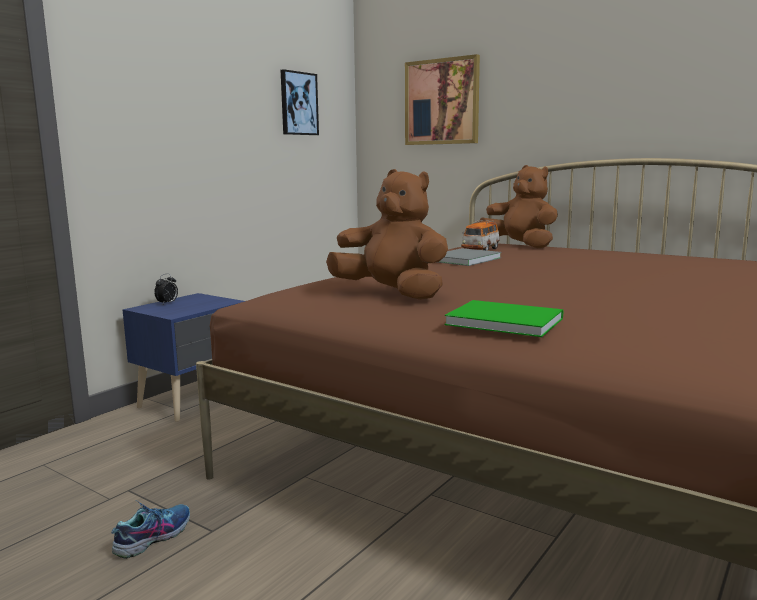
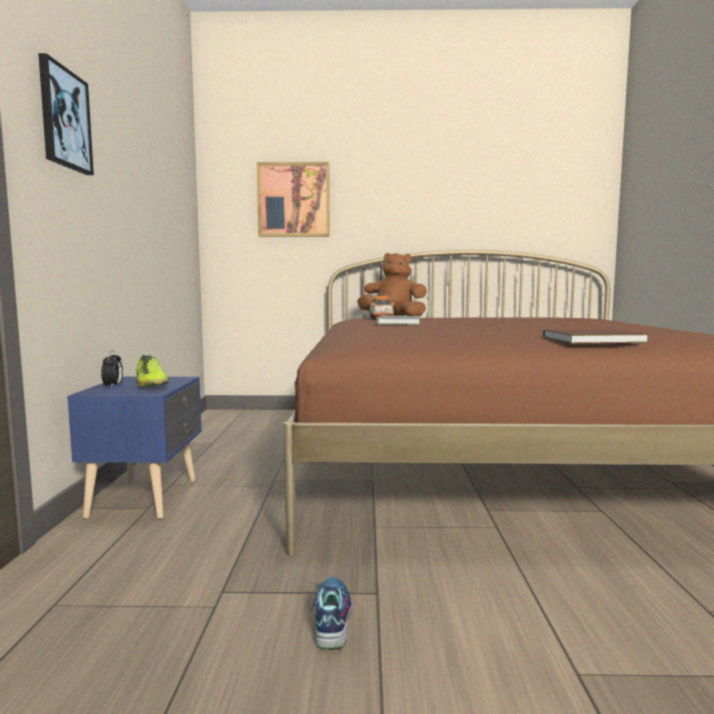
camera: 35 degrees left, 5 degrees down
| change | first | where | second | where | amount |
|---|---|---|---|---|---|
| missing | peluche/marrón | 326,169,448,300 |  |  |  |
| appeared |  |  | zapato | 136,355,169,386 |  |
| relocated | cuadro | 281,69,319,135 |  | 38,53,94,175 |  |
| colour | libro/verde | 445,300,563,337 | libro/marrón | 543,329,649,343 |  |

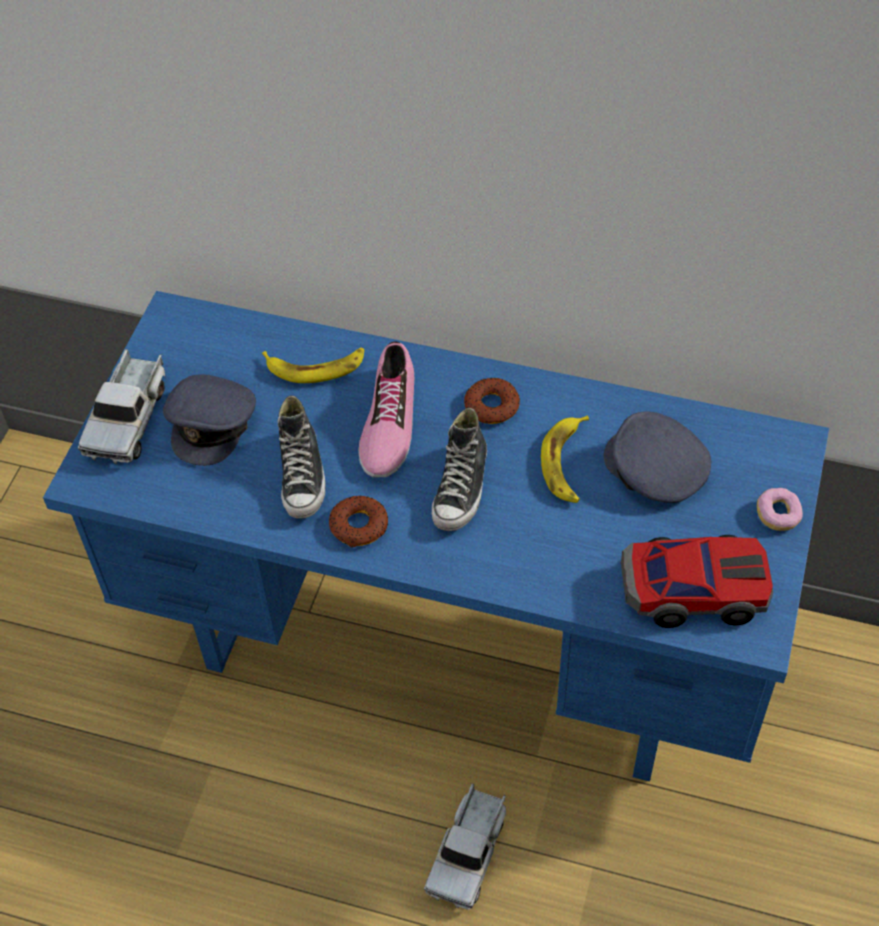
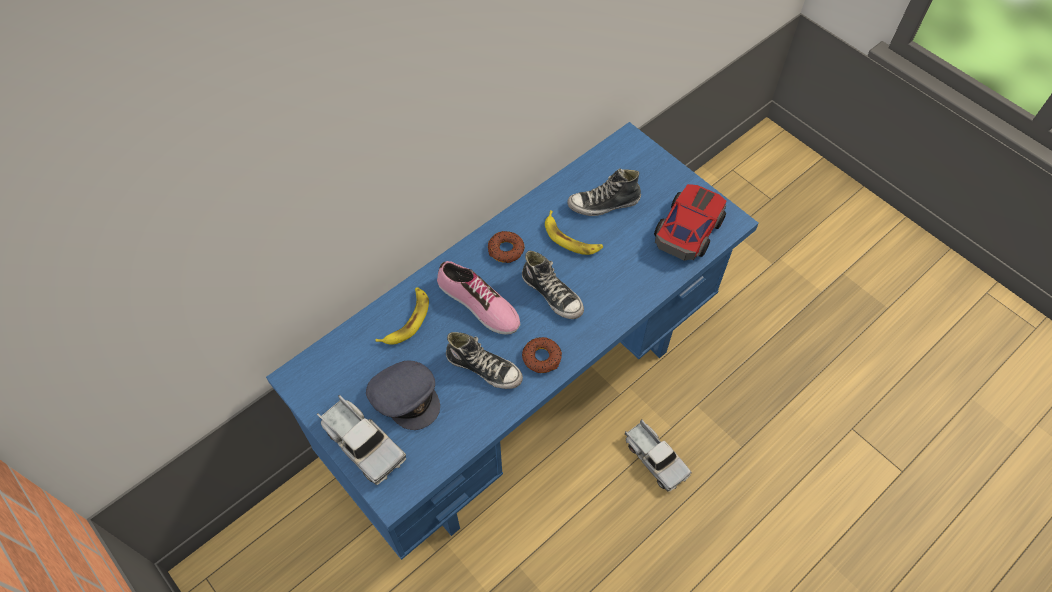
camera: 60 degrees left, 5 degrees up
| change | first | where | second | where | amount |
|---|---|---|---|---|---|
| missing | rosquilla | 757,488,803,531 |  |  |  |
| exchanged | gorra/gris | 604,411,711,503 | zapato | 567,168,641,216 |  |

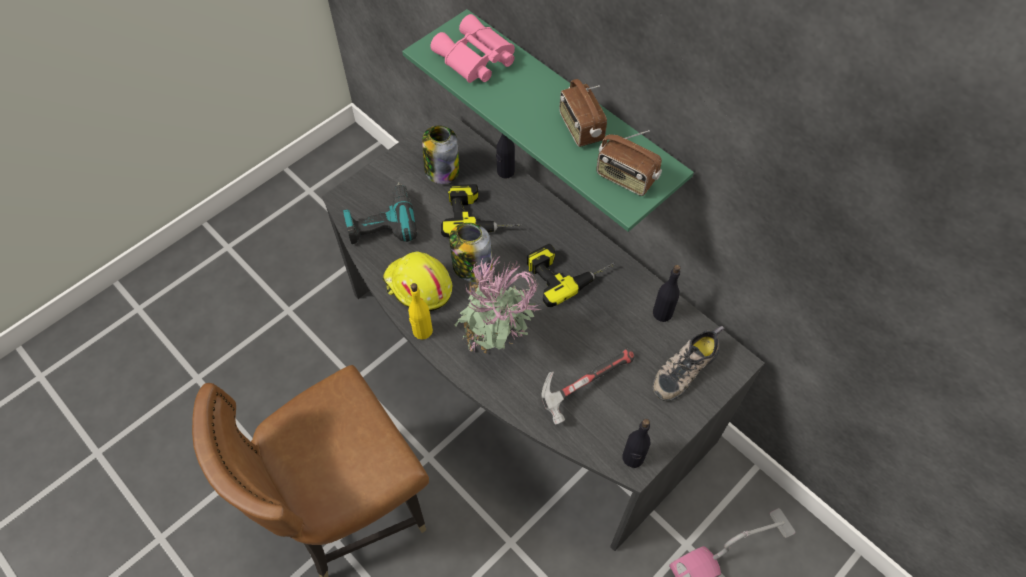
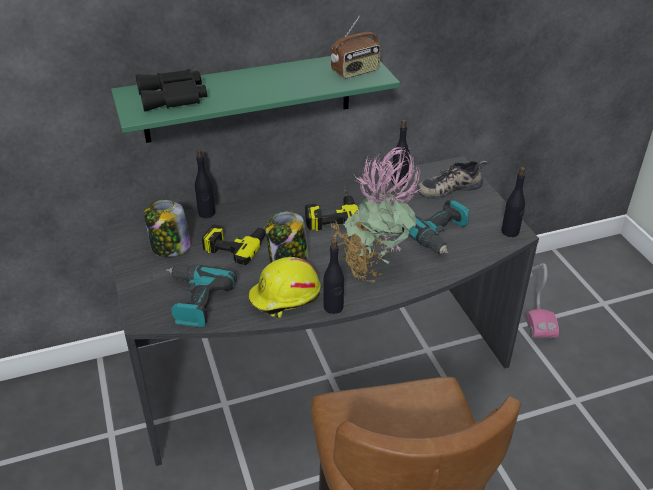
camera: 65 degrees left, 20 degrees down
| change | first | where | second | where | amount |
|---|---|---|---|---|---|
| missing | radio | 559,79,607,147 |  |  |  |
| exchanged | martillo | 541,348,635,425 | taladro | 402,198,469,254 |  |
| colour | botella/amarillo | 408,283,433,339 | botella/negro | 324,239,344,314 |  |
| colour | prismáticos/rosa | 431,14,515,83 | prismáticos/negro | 136,69,207,111 |  |
| spun | zapato | 653,326,725,402 |  | 417,161,487,199 | 90 degrees clockwise |

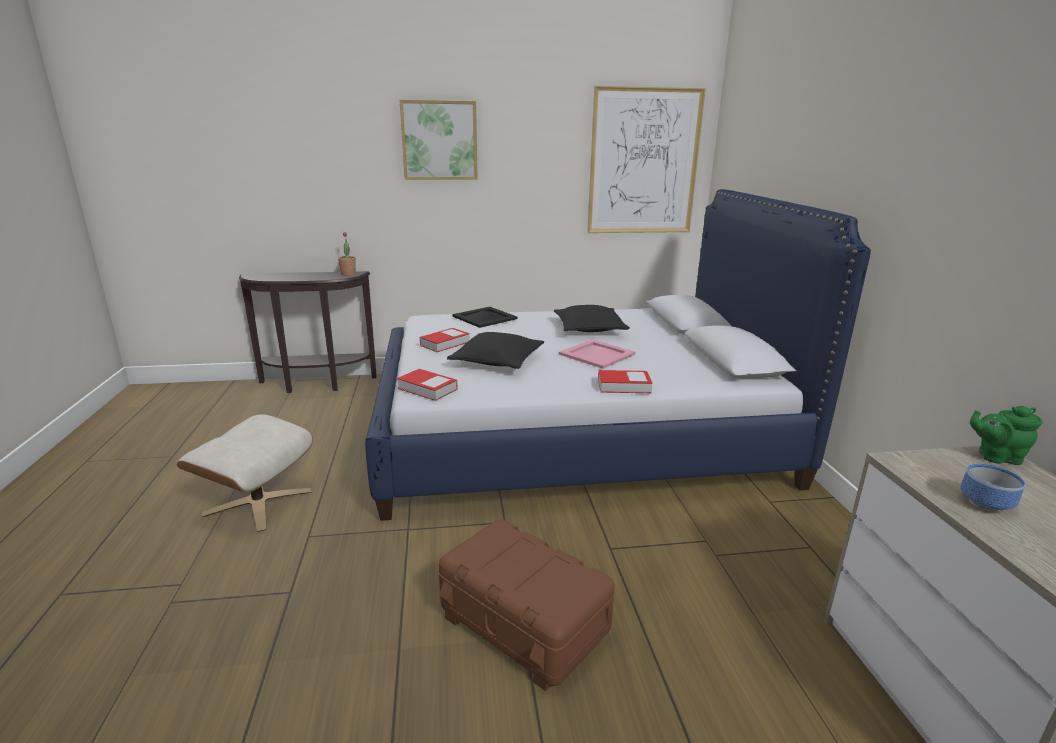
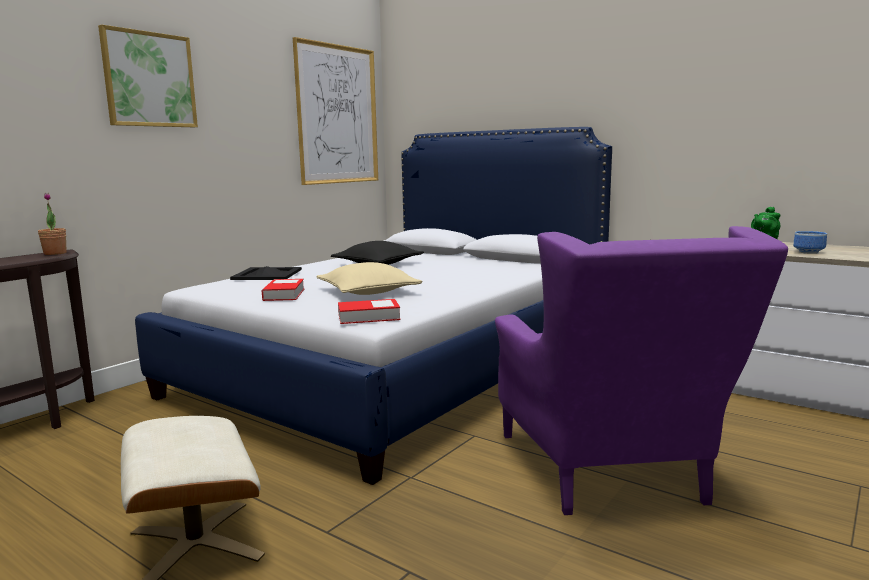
camera: 45 degrees left, 10 degrees down
| change | first | where | second | where | amount |
|---|---|---|---|---|---|
| missing | bandeja/rosa | 559,339,636,369 |  |  |  |
| missing | libro | 598,370,652,393 |  |  |  |
| exchanged | caja de almacenaje/marrón | 439,519,615,691 | sillón/morado | 495,226,788,515 |  |
| colour | cojín/negro | 447,332,544,369 | cojín/beis | 317,262,422,295 |  |

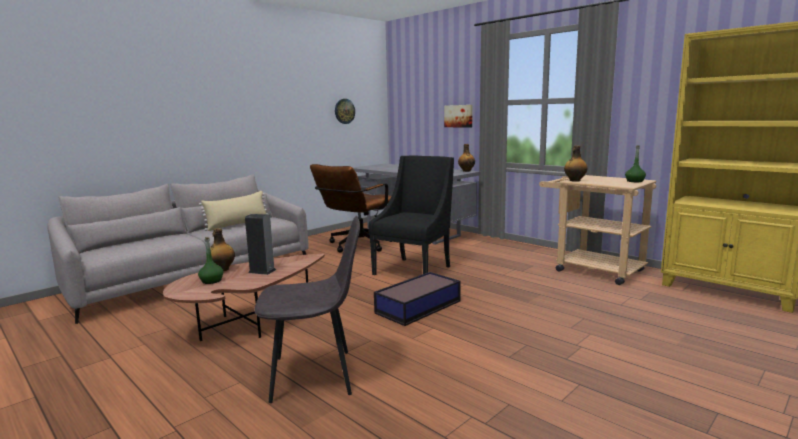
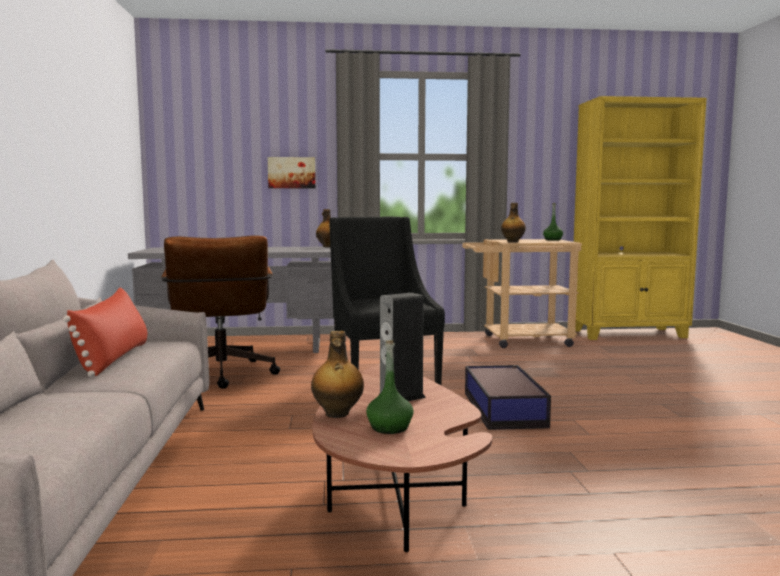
camera: 50 degrees left, 5 degrees down
| change | first | where | second | where | amount |
|---|---|---|---|---|---|
| missing | silla/gris | 254,216,360,403 |  |  |  |
| missing | reloj de pared | 335,99,355,124 |  |  |  |
| colour | cojín/beis | 199,191,268,231 | cojín/rojo | 63,288,147,377 |  |

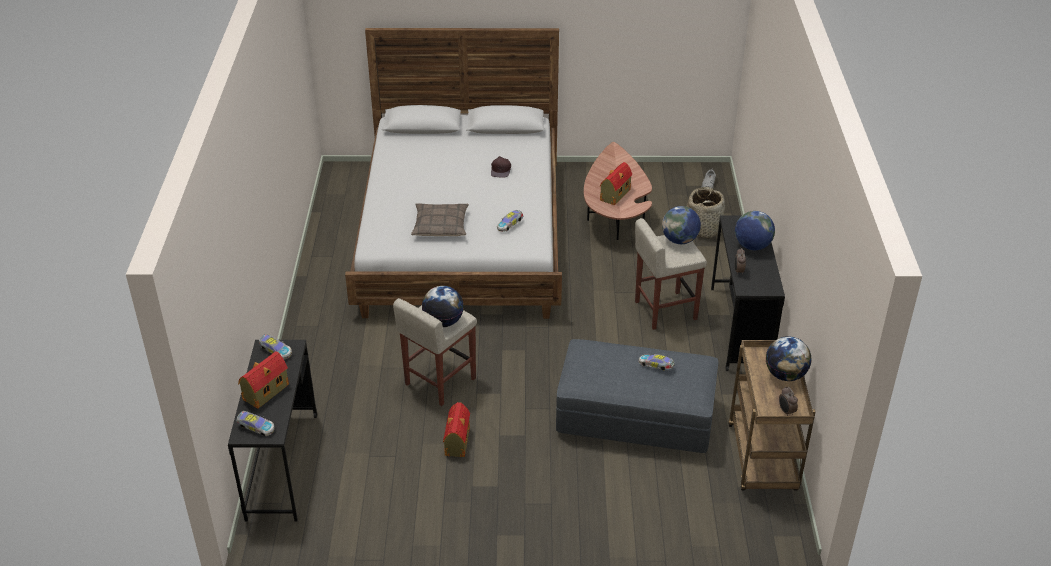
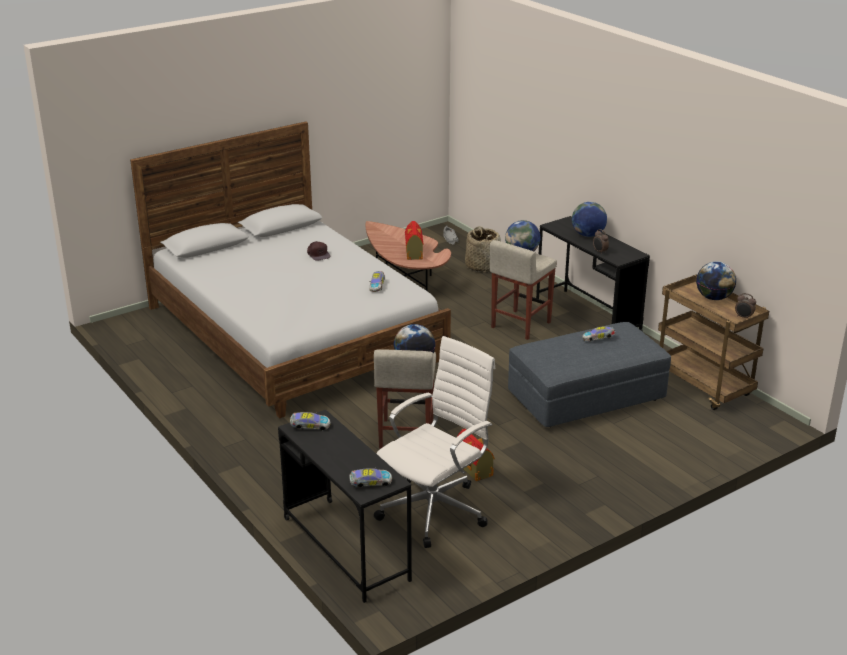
camera: 35 degrees left, 10 degrees down
| change | first | where | second | where | amount |
|---|---|---|---|---|---|
| missing | casita | 238,351,289,409 |  |  |  |
| missing | cojín | 411,203,469,236 |  |  |  |
| appeared |  |  | silla de oficina/blanco | 374,336,495,548 |  |

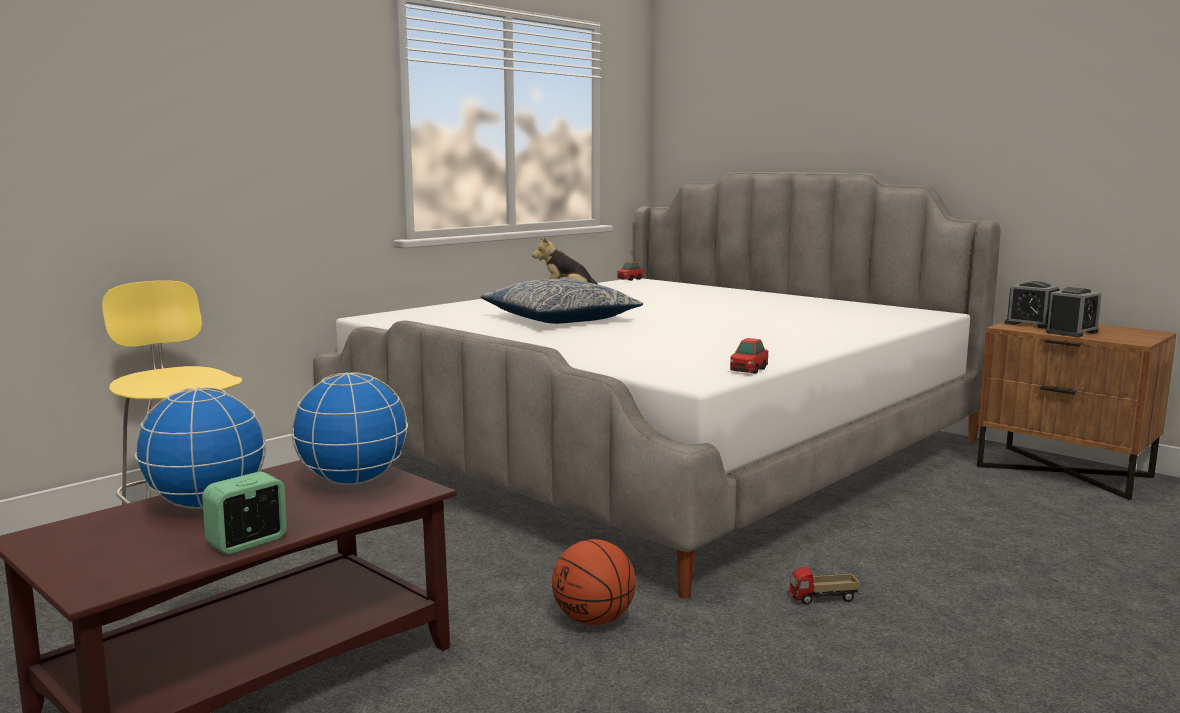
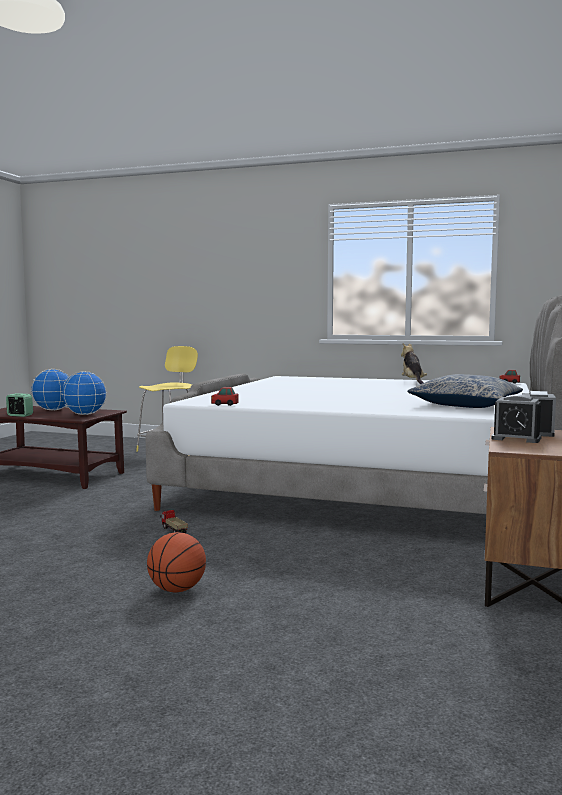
camera: 65 degrees right, 5 degrees down
| change | first | where | second | where | amount |
|---|---|---|---|---|---|
| relocated | cojín | 481,279,643,324 |  | 407,374,523,408 |  |
| relocated | balón de baloncesto | 552,539,636,625 |  | 147,532,206,592 |  |

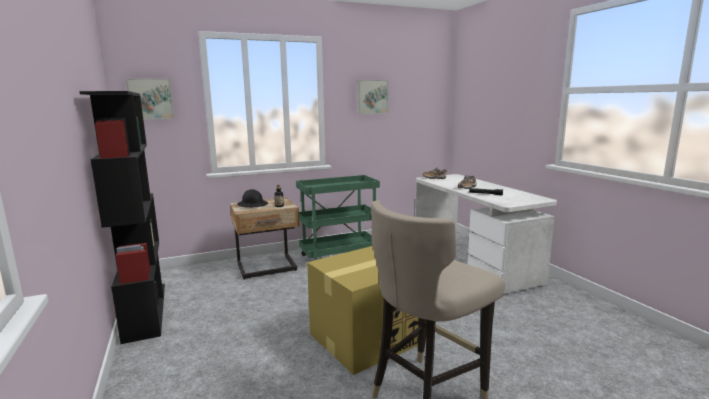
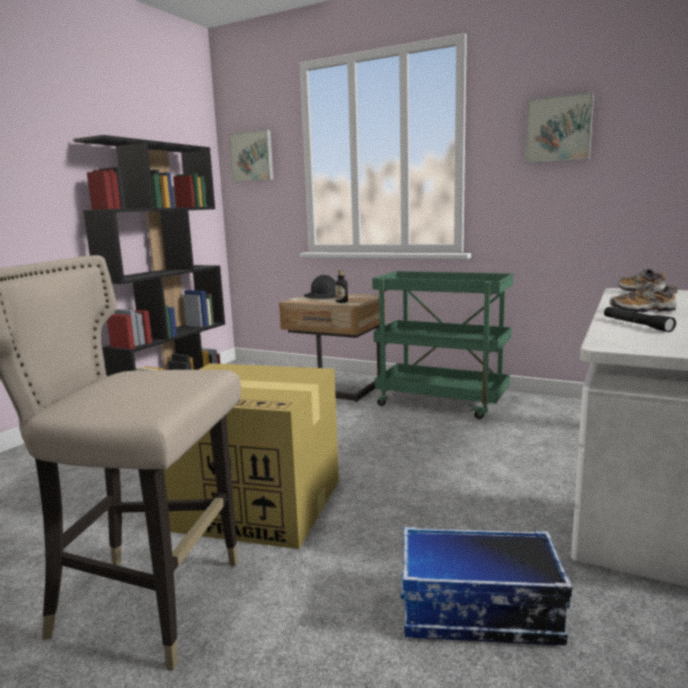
camera: 50 degrees right, 0 degrees up
| change | first | where | second | where | amount |
|---|---|---|---|---|---|
| appeared |  |  | caja de almacenaje | 400,527,573,645 |  |

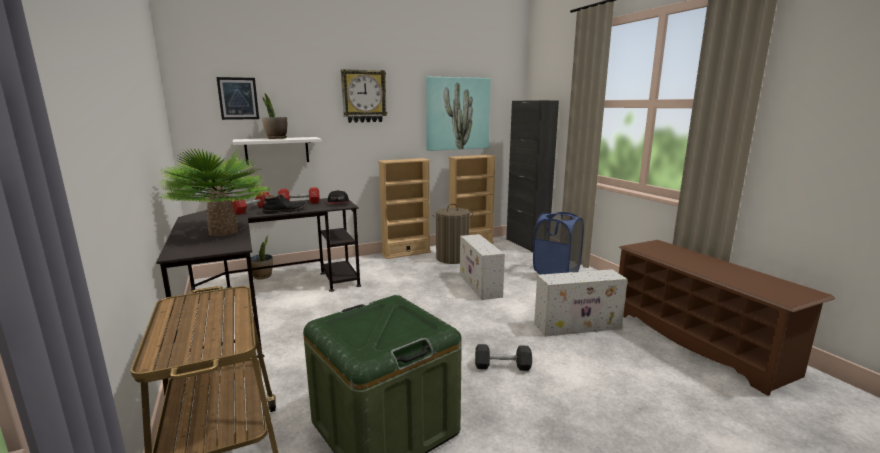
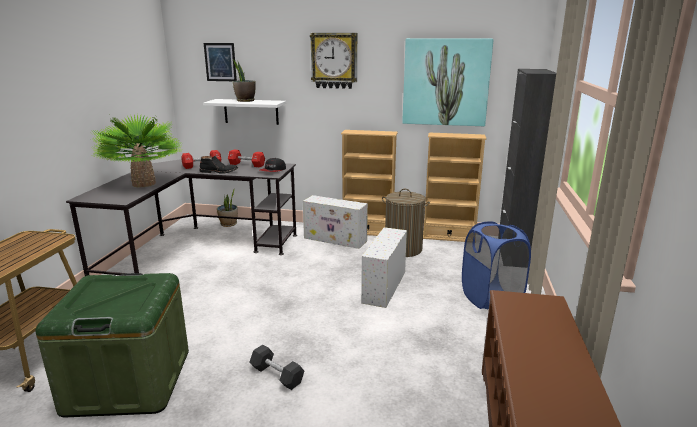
camera: 35 degrees right, 5 degrees up
| change | first | where | second | where | amount |
|---|---|---|---|---|---|
| relocated | caja de almacenaje/blanco | 534,269,628,336 |  | 303,195,368,249 |  |

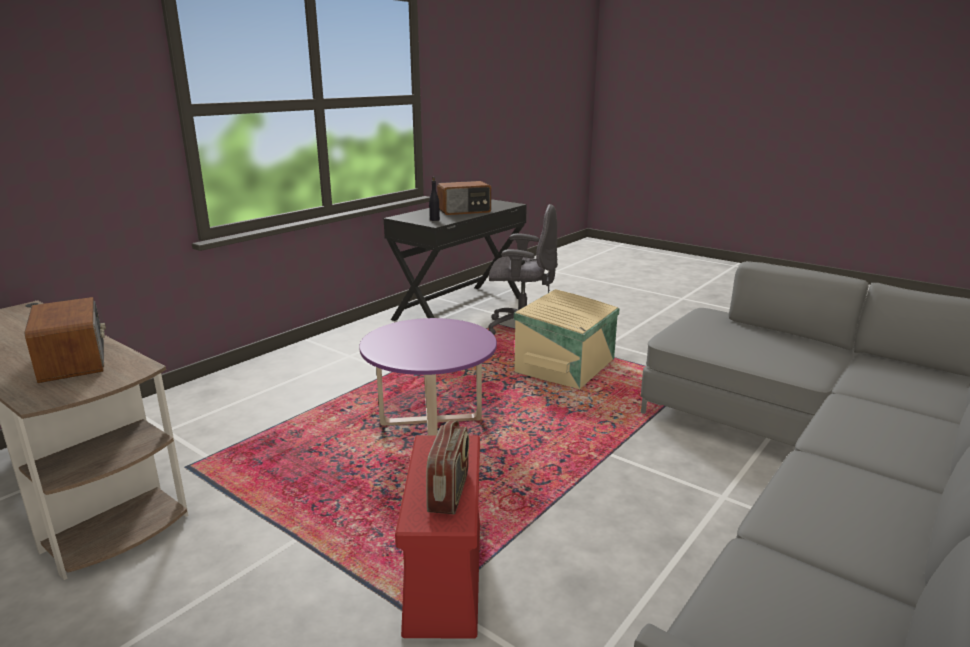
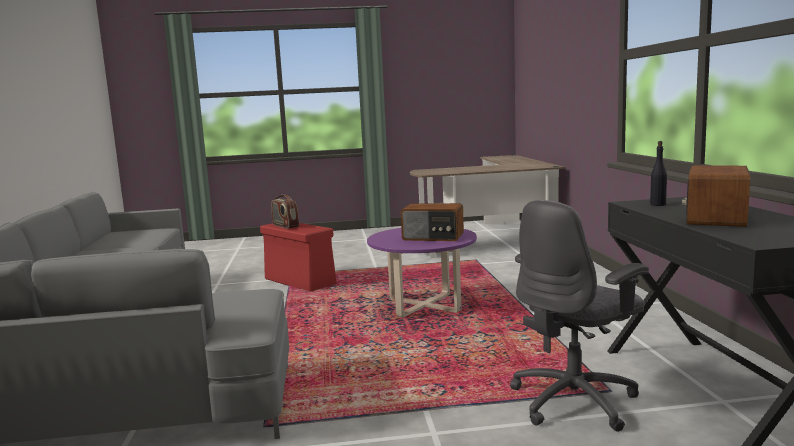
camera: 135 degrees right, 10 degrees down
| change | first | where | second | where | amount |
|---|---|---|---|---|---|
| missing | caja de almacenaje/beis | 514,289,620,389 |  |  |  |
| relocated | radio | 25,297,106,383 |  | 401,203,464,241 |  |

